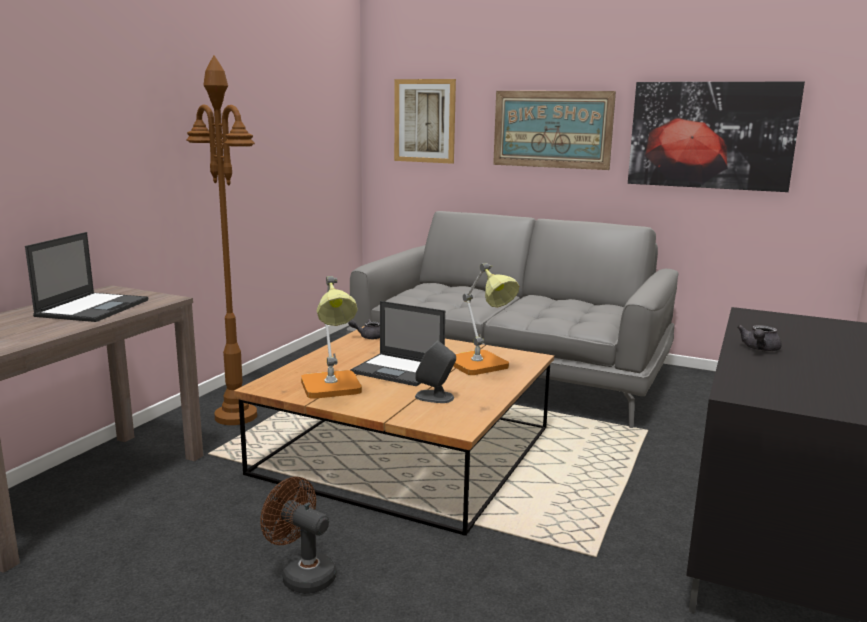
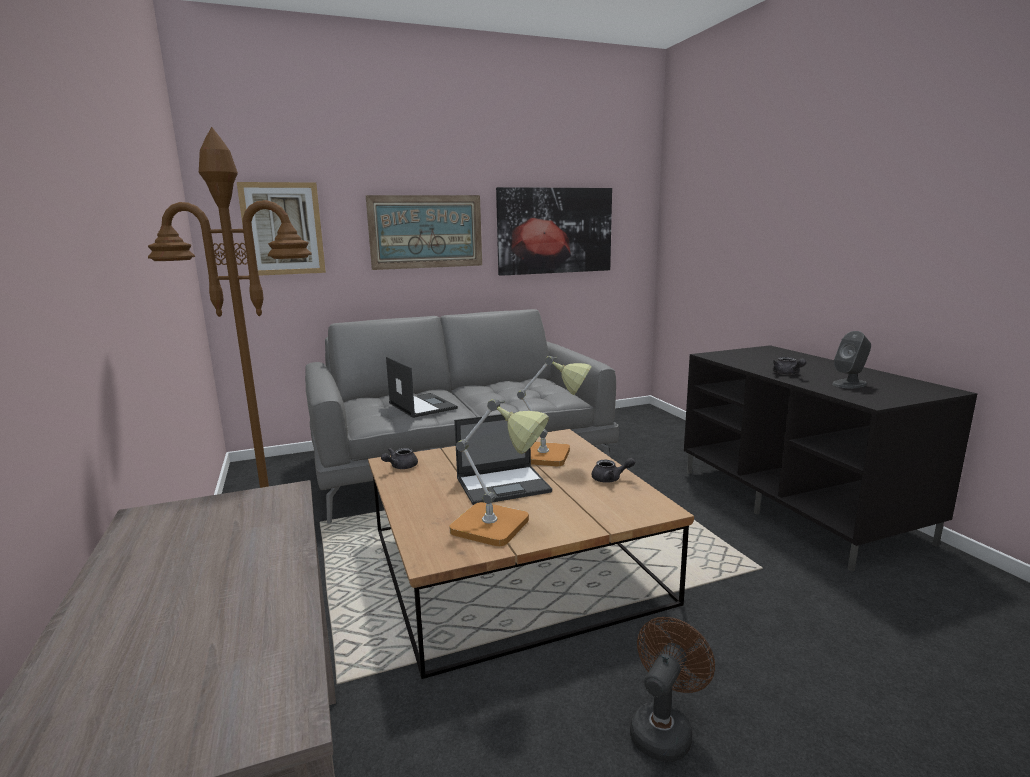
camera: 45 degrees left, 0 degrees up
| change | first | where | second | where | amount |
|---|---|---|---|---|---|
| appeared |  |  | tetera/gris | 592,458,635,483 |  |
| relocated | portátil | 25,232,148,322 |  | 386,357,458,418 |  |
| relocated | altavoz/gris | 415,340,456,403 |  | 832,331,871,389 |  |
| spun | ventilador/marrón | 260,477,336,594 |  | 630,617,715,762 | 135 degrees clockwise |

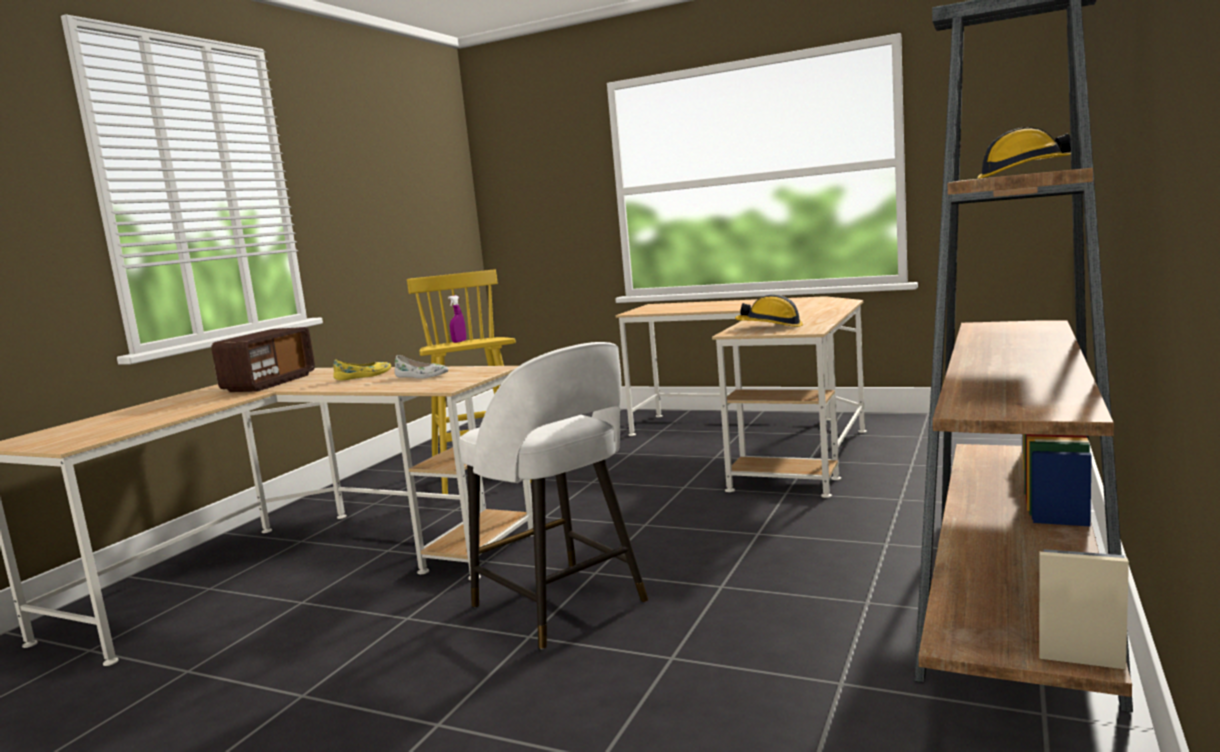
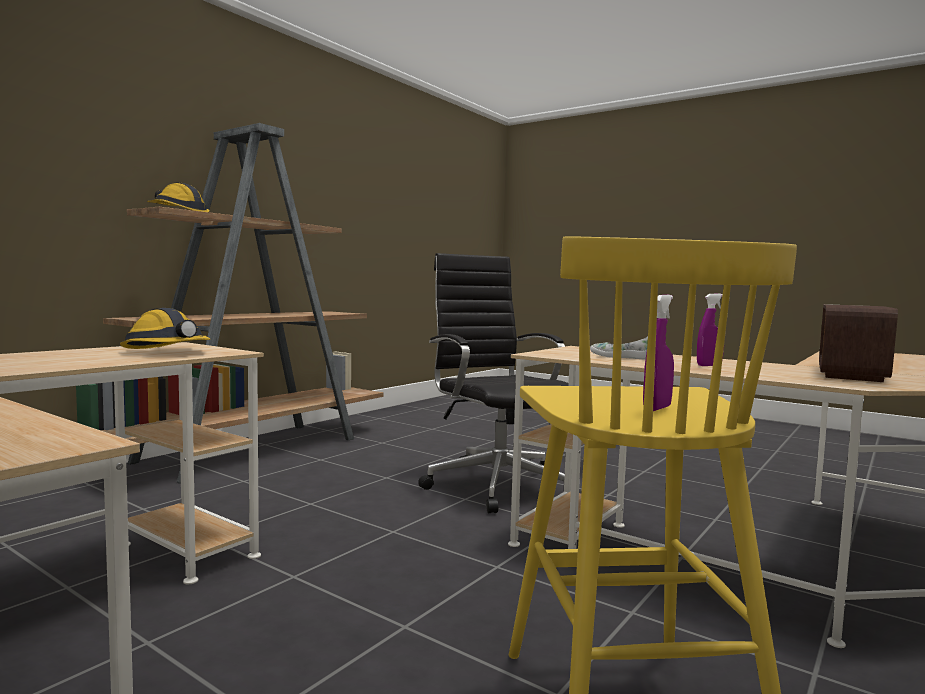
camera: 170 degrees left, 5 degrees down
| change | first | where | second | where | amount |
|---|---|---|---|---|---|
| exchanged | zapato/amarillo | 333,360,391,380 | pulverizador/morado | 697,294,724,366 |  |
| exchanged | taburete/blanco | 459,342,648,649 | silla de oficina/negro | 418,253,569,513 |  |

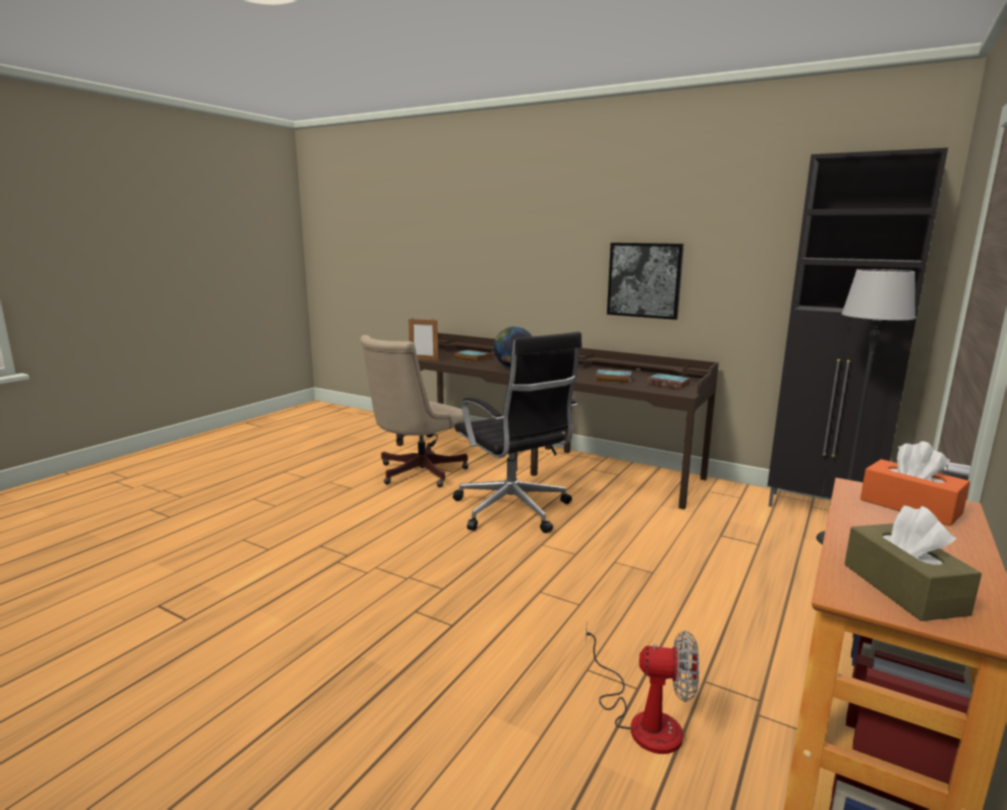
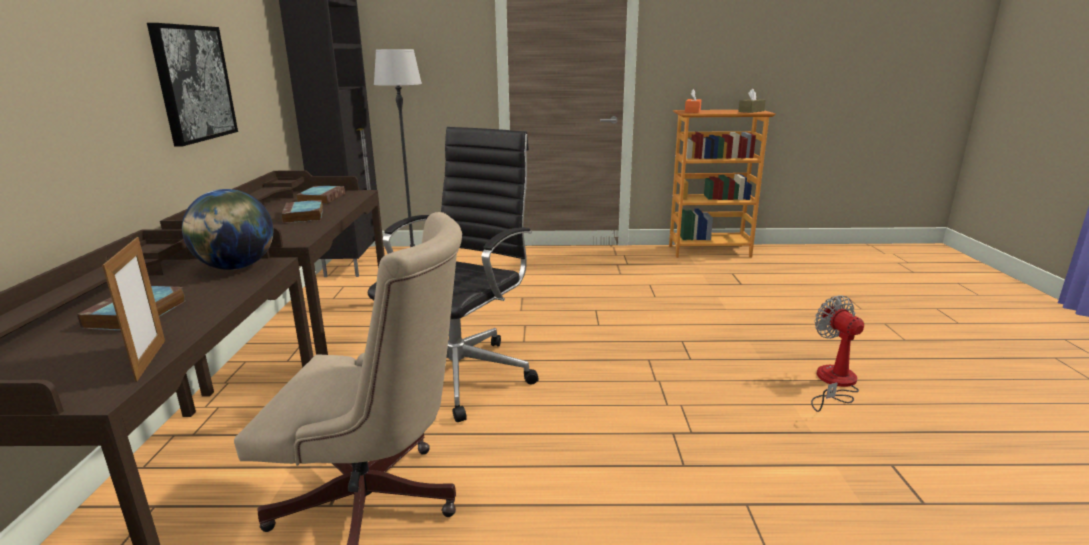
camera: 120 degrees left, 5 degrees up
| change | first | where | second | where | amount |
|---|---|---|---|---|---|
| relocated | ventilador | 585,625,699,754 |  | 811,295,864,412 |  |

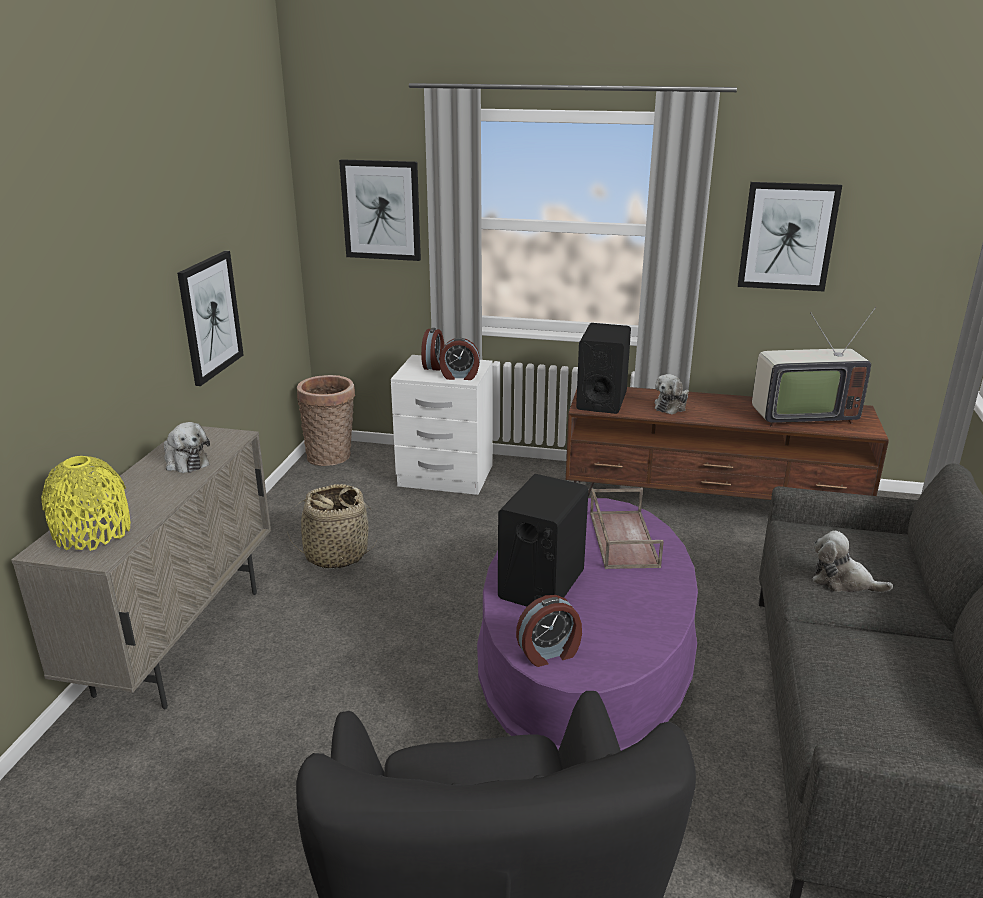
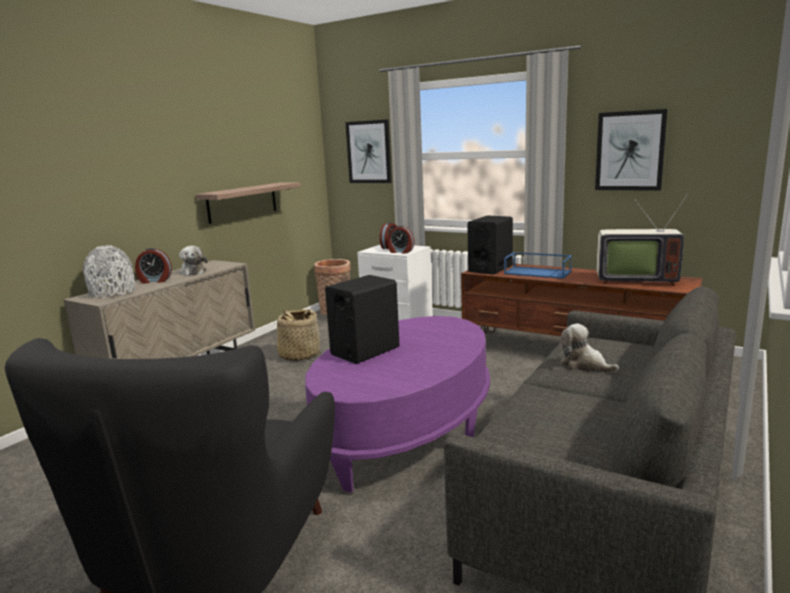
camera: 20 degrees right, 10 degrees down
| change | first | where | second | where | amount |
|---|---|---|---|---|---|
| missing | bandeja/marrón | 590,488,664,569 |  |  |  |
| relocated | despertador | 516,595,582,667 |  | 135,248,172,283 |  |
| exchanged | cuadro | 177,251,244,386 | estante | 196,182,300,224 |  |
| exchanged | peluche | 655,374,689,415 | bandeja/azul | 504,252,572,279 |  |
| colour | florero/amarillo | 41,456,131,551 | florero/gris | 83,245,135,298 |  |

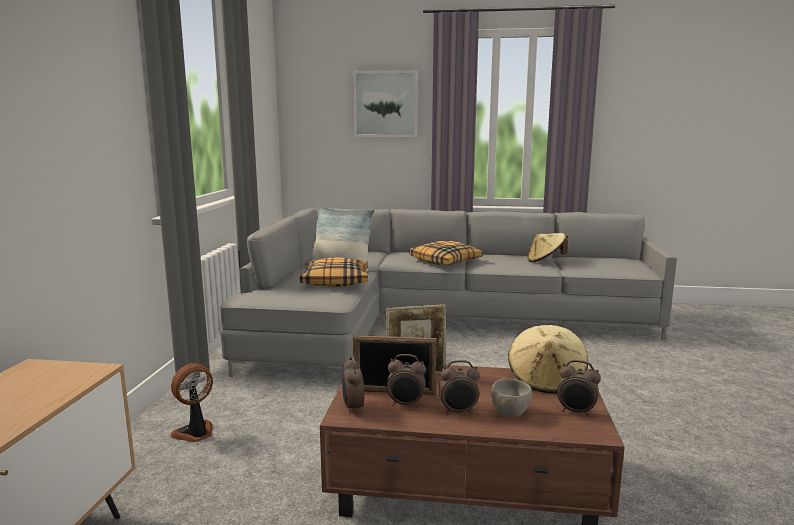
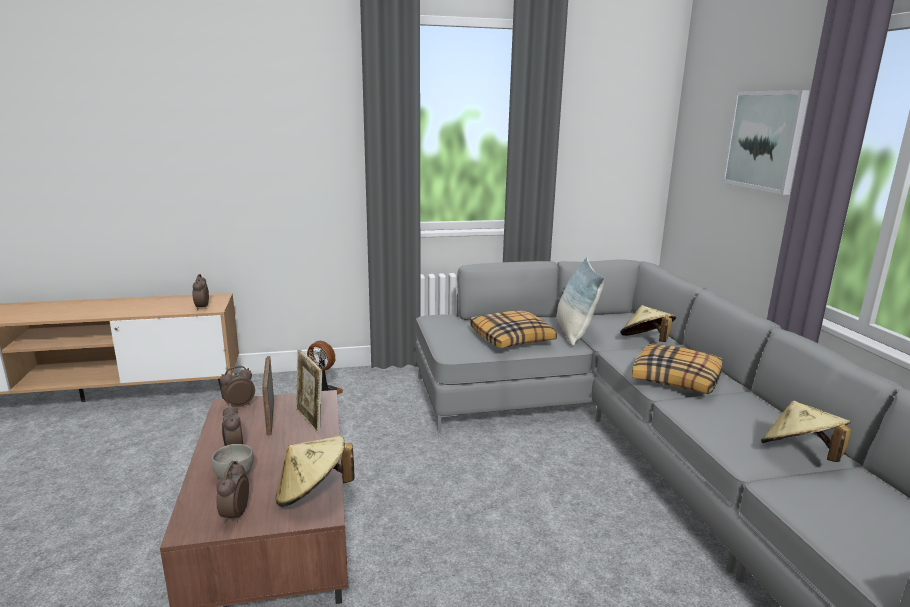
camera: 70 degrees right, 5 degrees up
| change | first | where | second | where | amount |
|---|---|---|---|---|---|
| appeared |  |  | sombrero/beis | 620,305,676,342 |  |
| relocated | despertador | 387,354,426,408 |  | 193,274,209,311 |  |

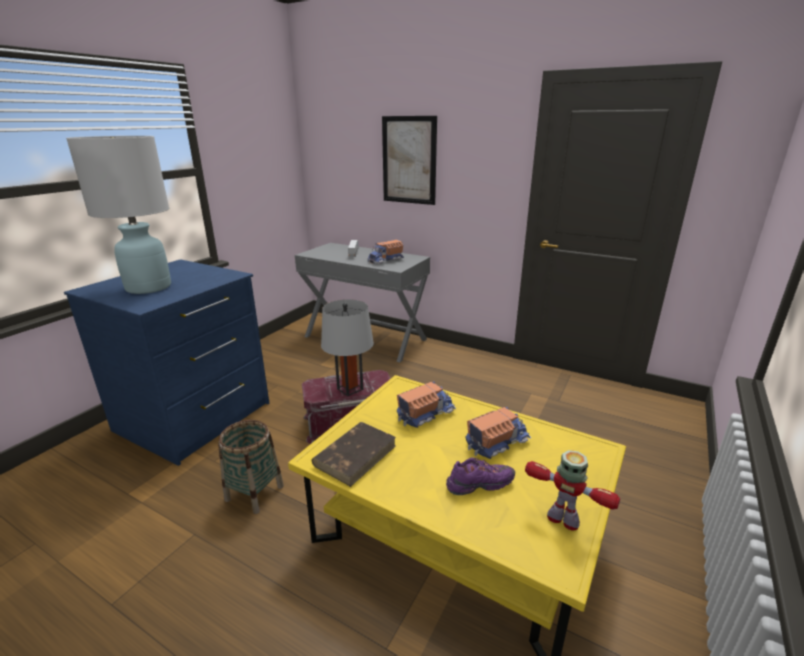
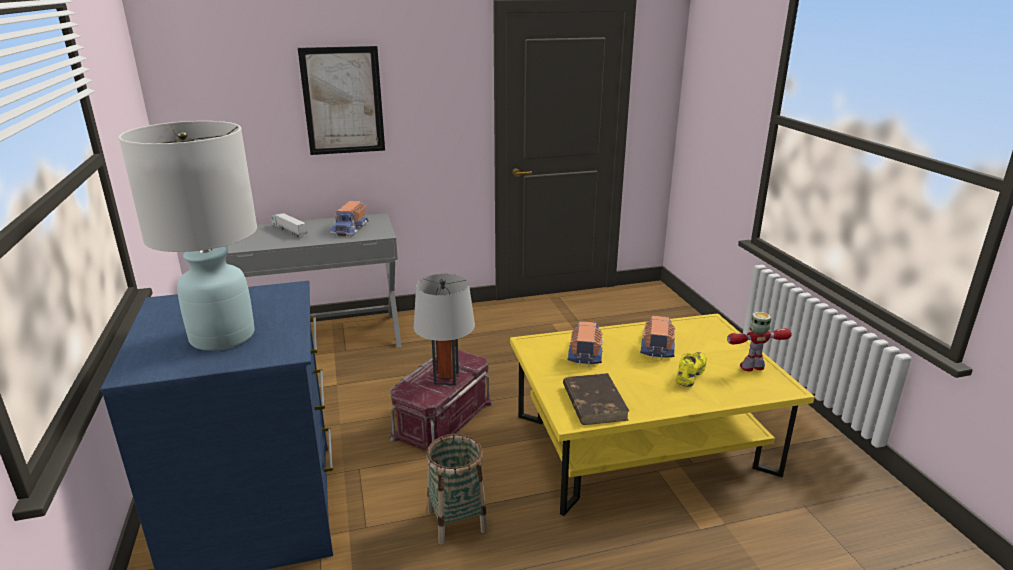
camera: 45 degrees left, 0 degrees up
| change | first | where | second | where | amount |
|---|---|---|---|---|---|
| colour | zapato/morado | 446,457,515,495 | zapato/amarillo | 676,352,707,387 |  |

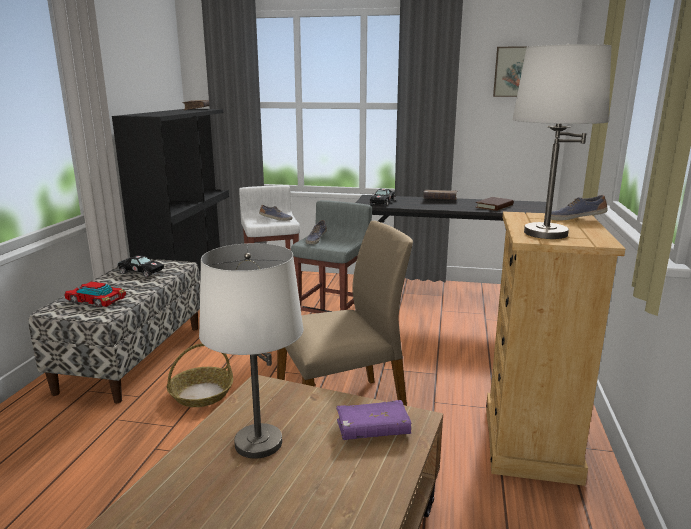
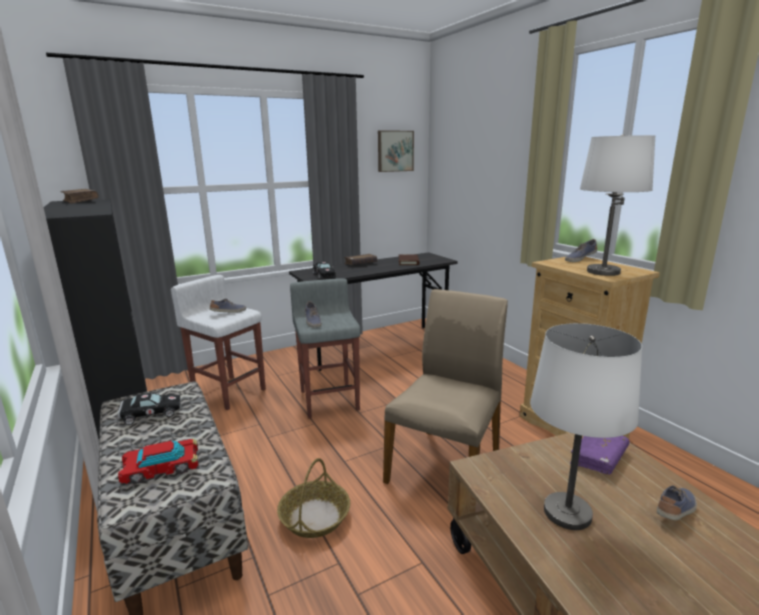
camera: 40 degrees left, 0 degrees up
| change | first | where | second | where | amount |
|---|---|---|---|---|---|
| appeared |  |  | zapato | 657,486,697,521 |  |

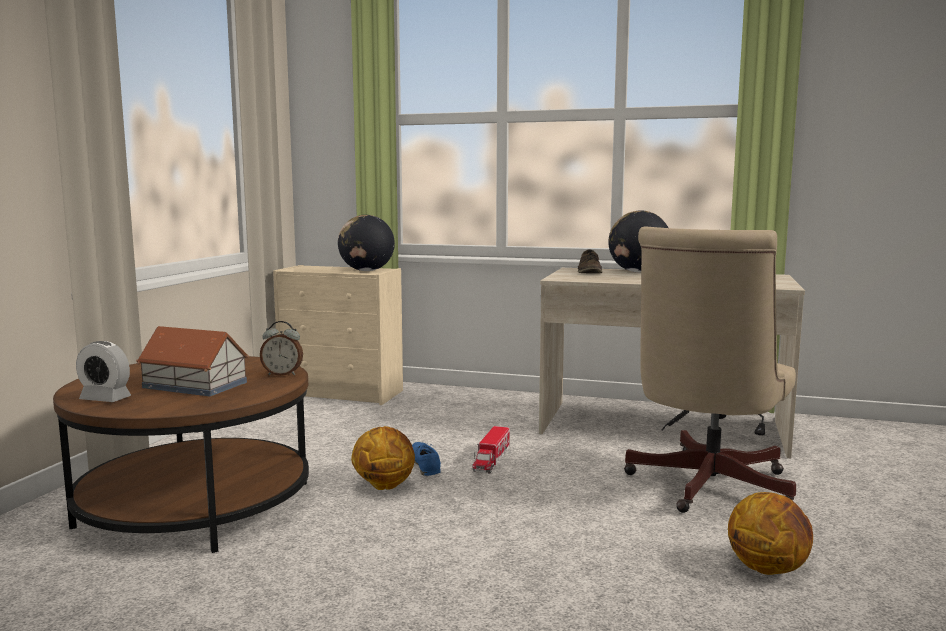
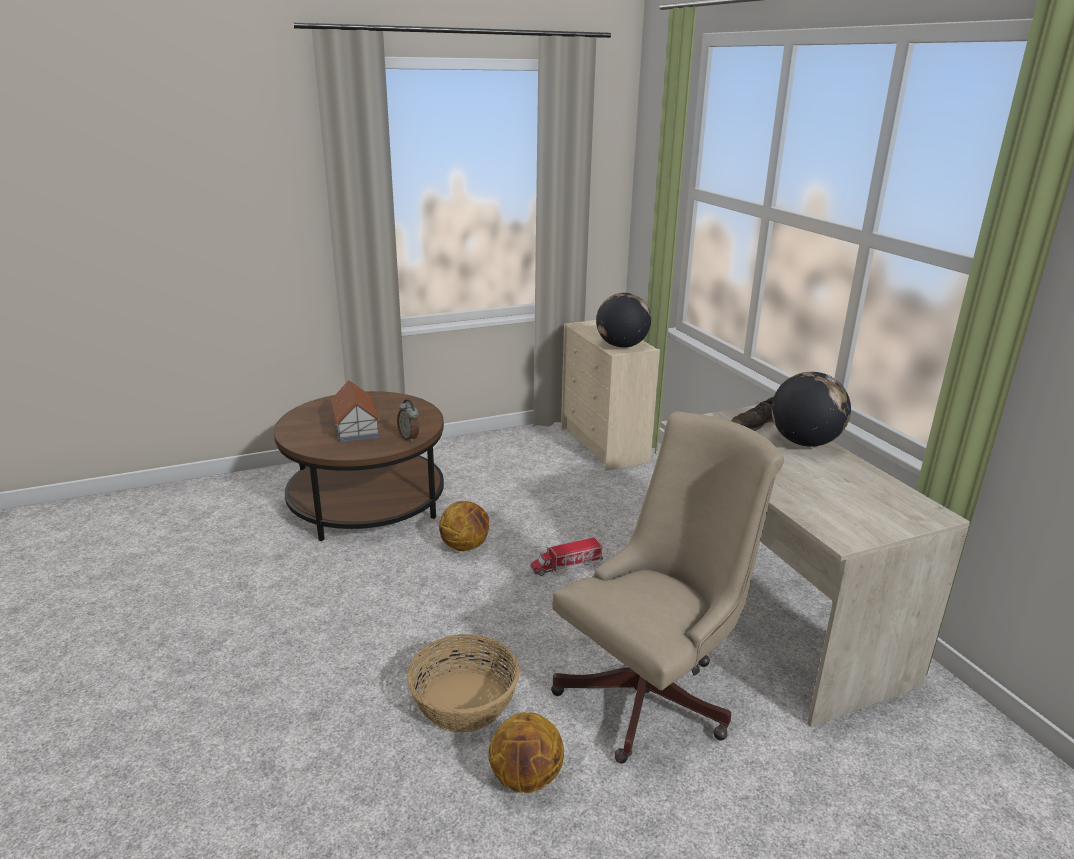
camera: 50 degrees right, 15 degrees up
| change | first | where | second | where | amount |
|---|---|---|---|---|---|
| missing | despertador | 76,341,131,402 |  |  |  |
| missing | zapato/azul | 412,442,441,476 |  |  |  |
| appeared |  |  | cesta | 407,634,519,732 |  |
| spun | silla de oficina/beis | 624,227,796,513 |  | 551,411,784,763 | 150 degrees clockwise |

